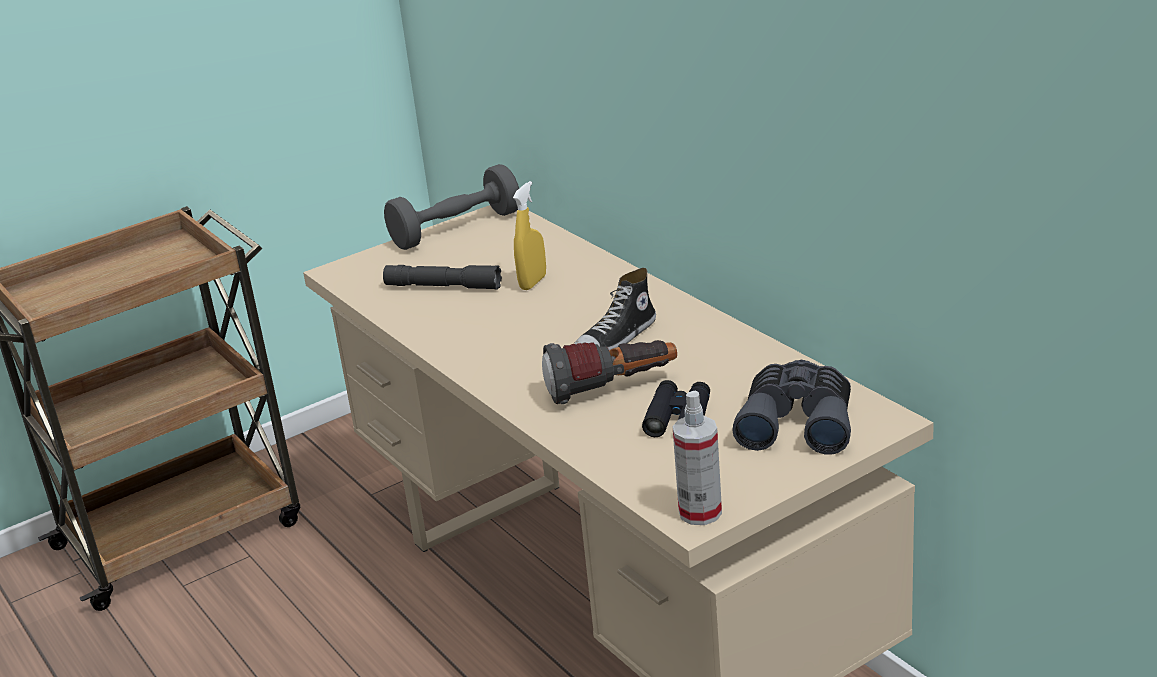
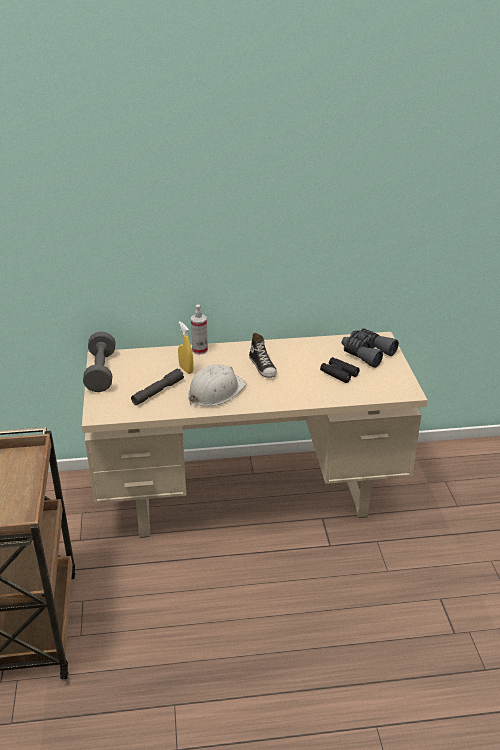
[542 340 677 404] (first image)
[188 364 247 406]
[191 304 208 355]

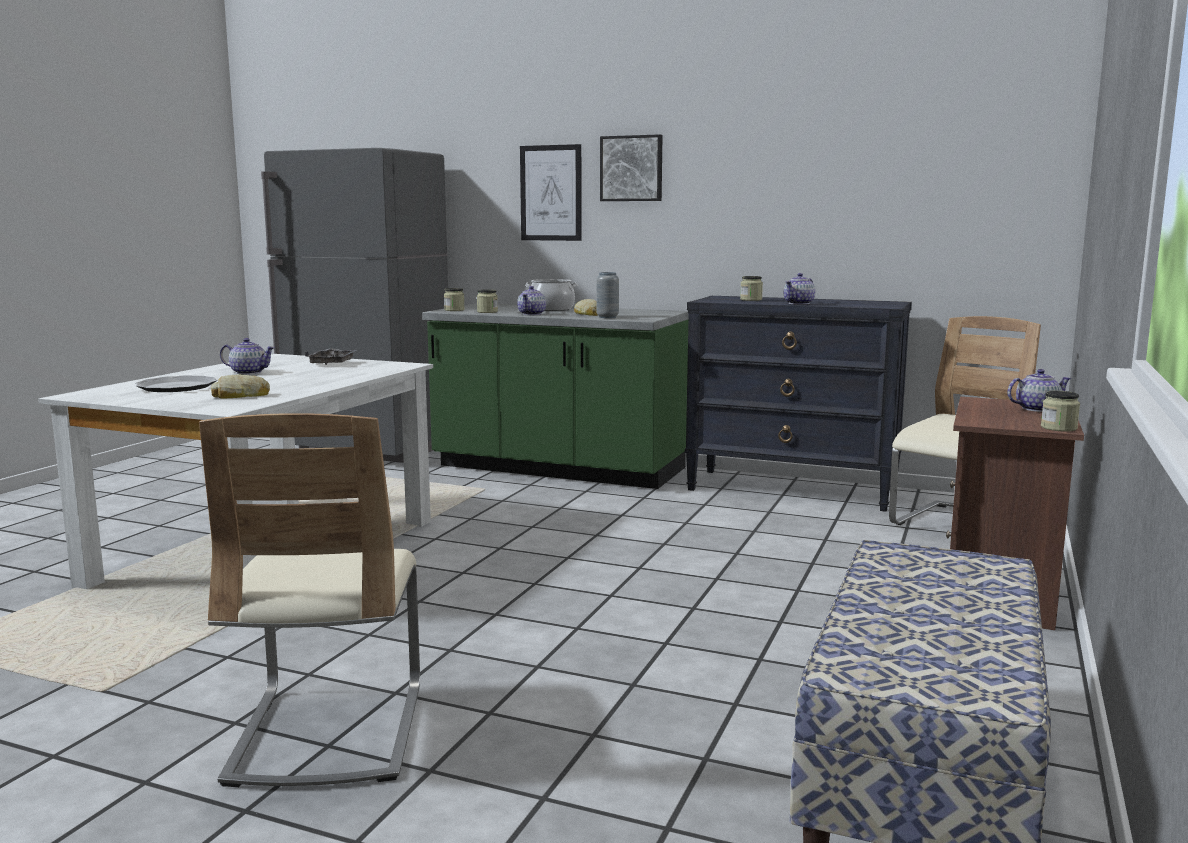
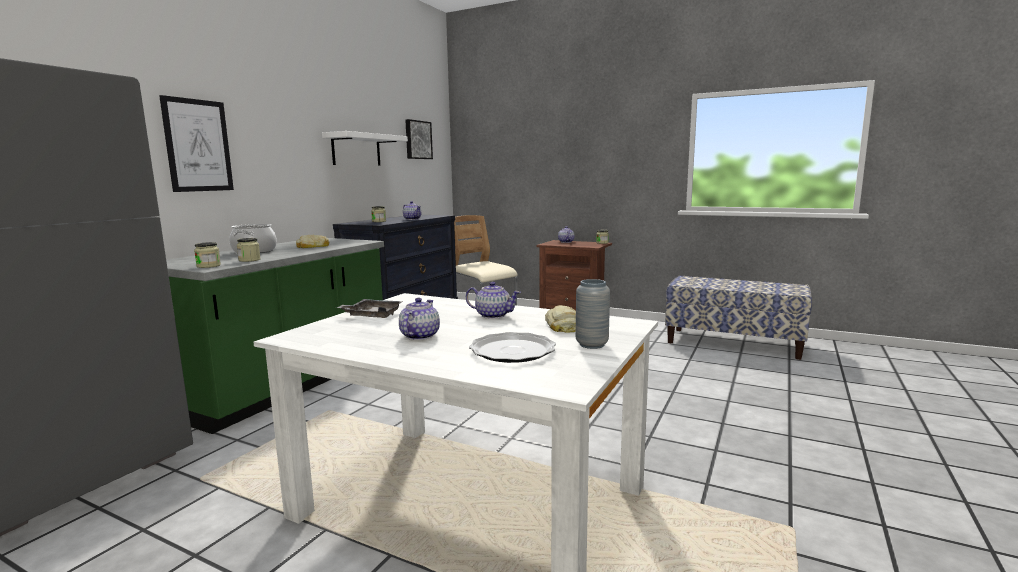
[199 413 420 787] (first image)
[322 131 408 166]
[466 282 521 319]
[576 279 610 349]
[405 119 433 159]

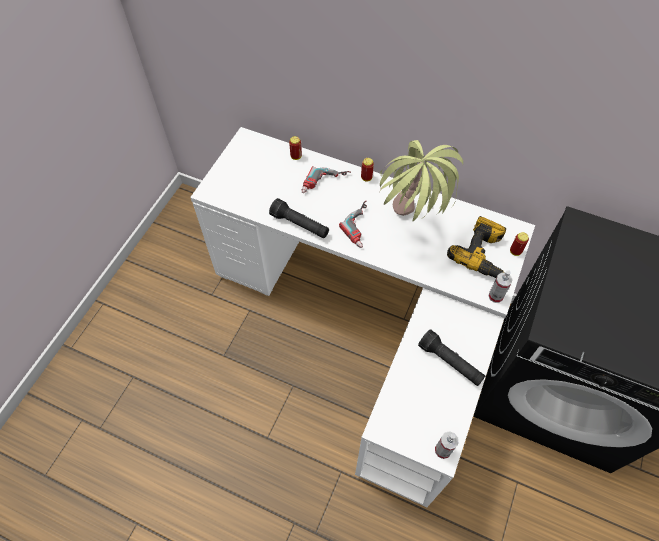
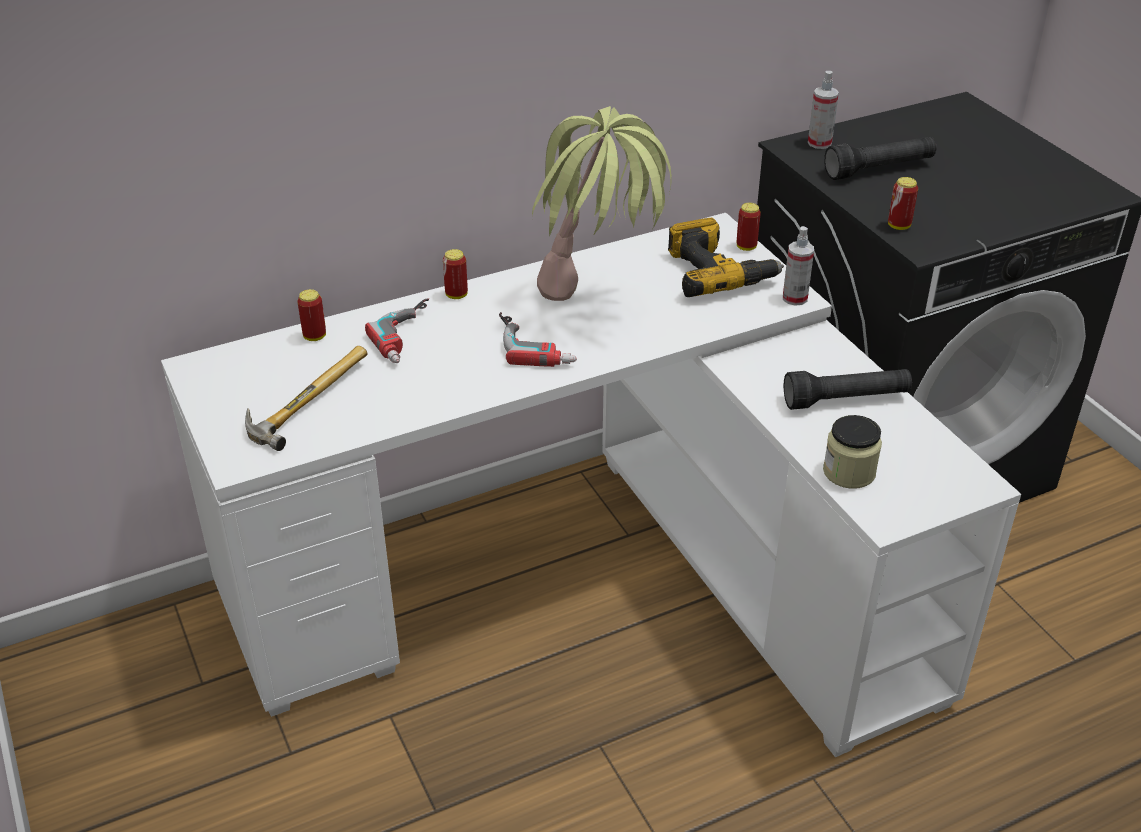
[245 346 367 451]
[823 415 882 489]
[888 177 918 230]
[824 137 936 180]
[808 71 839 149]

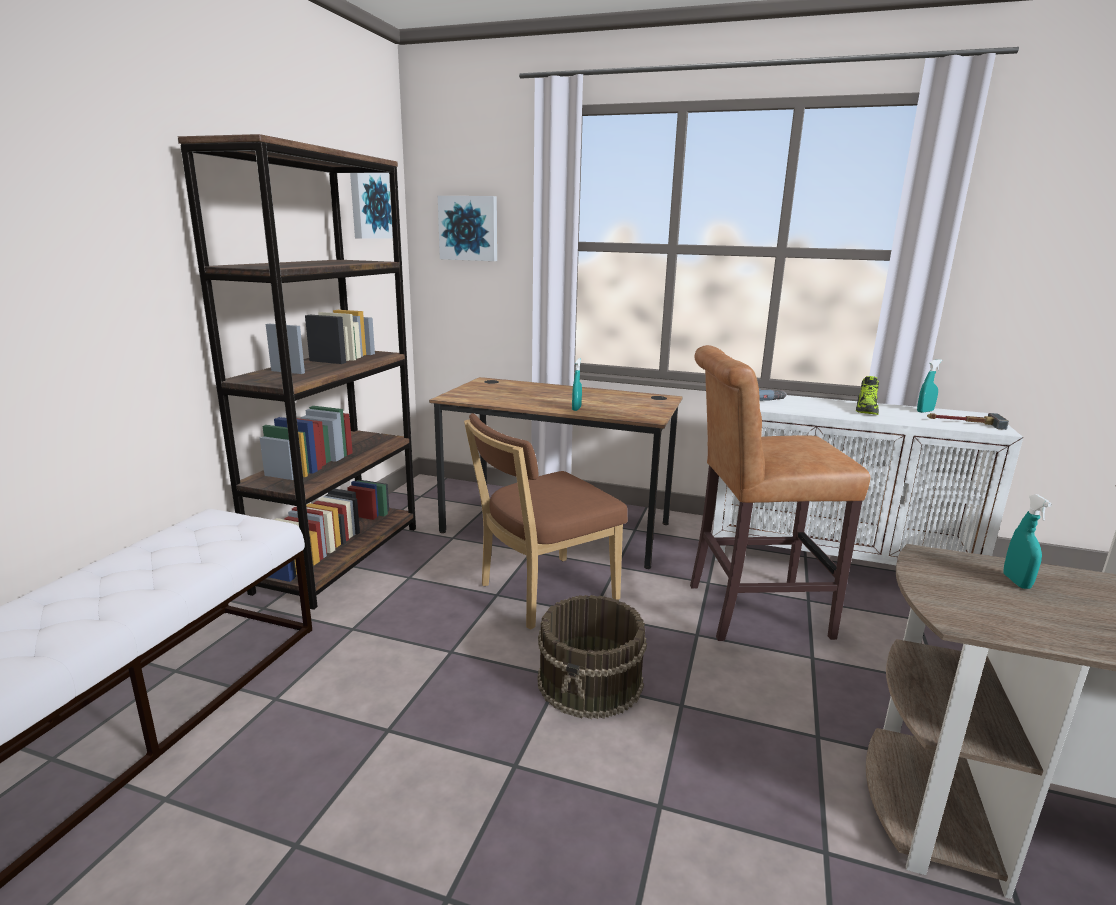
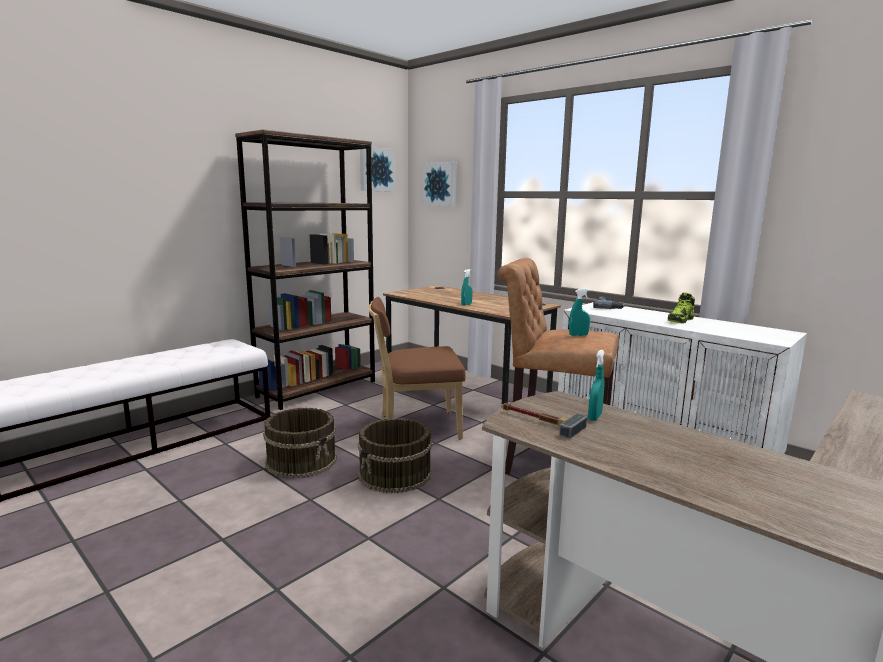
[263 408 337 478]
[569 289 590 336]
[501 403 587 439]

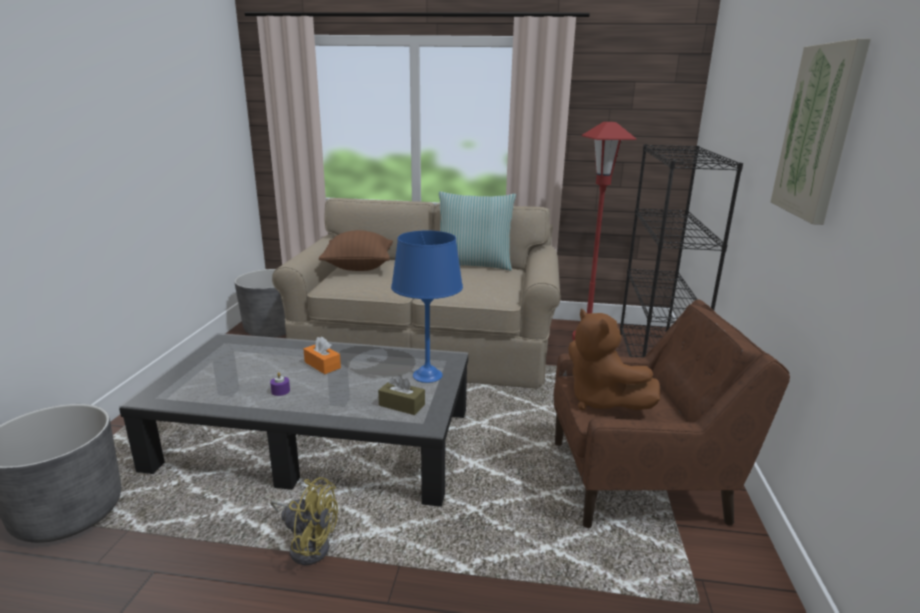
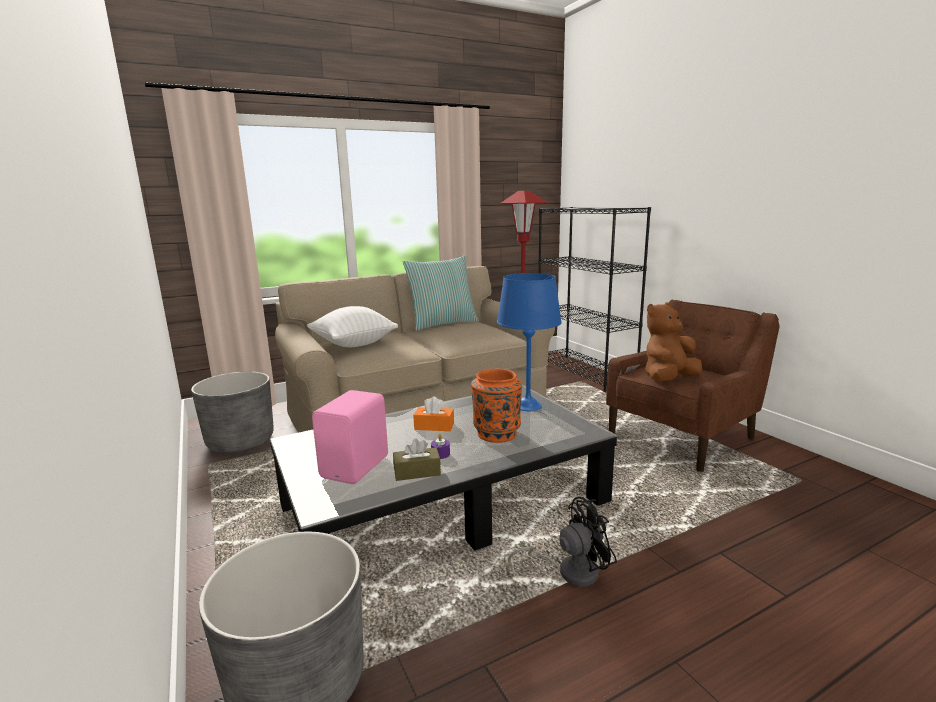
[771 38 871 225] (first image)
[312 390 388 484]
[471 369 522 443]
[393 438 441 481]
[508 497 617 587]
[307 306 398 347]
[645 302 702 381]

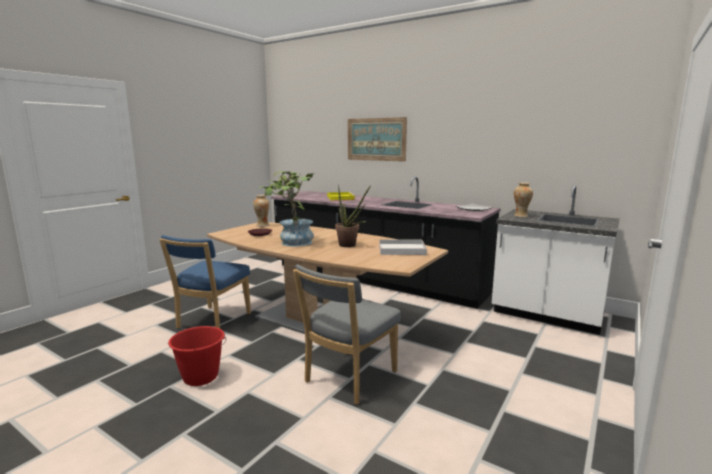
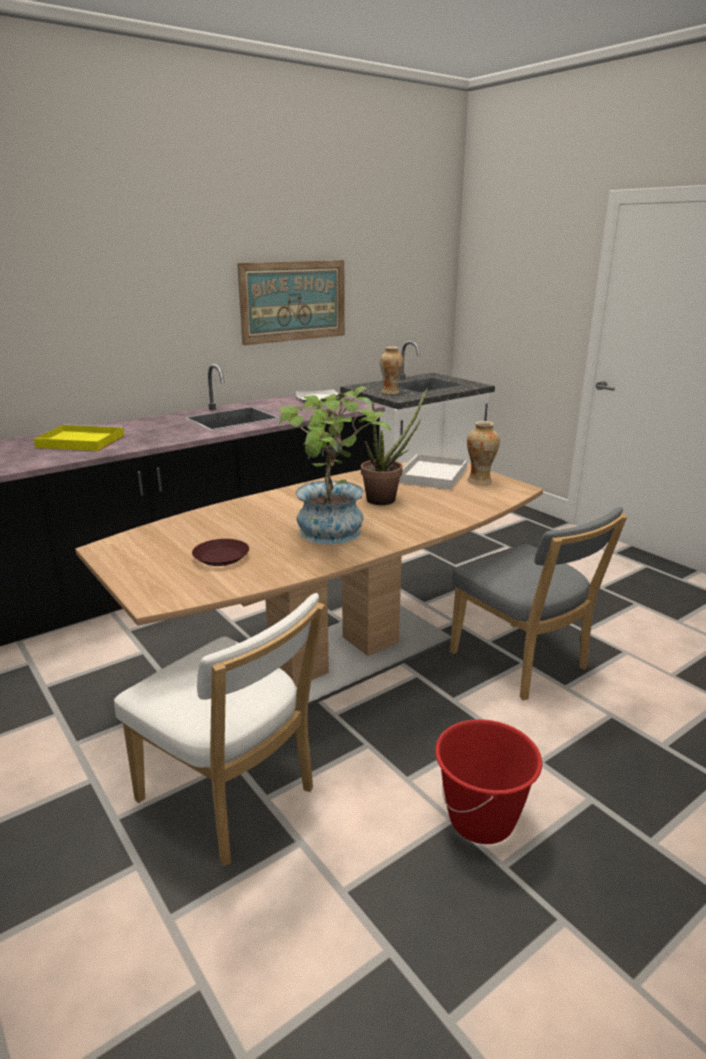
[467 421 500 485]
[237 260 345 345]
[114 593 325 867]

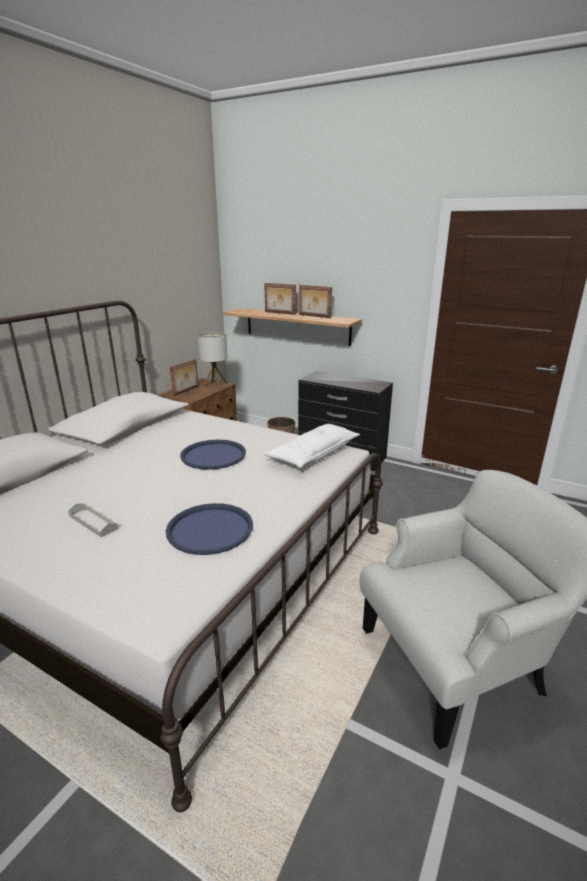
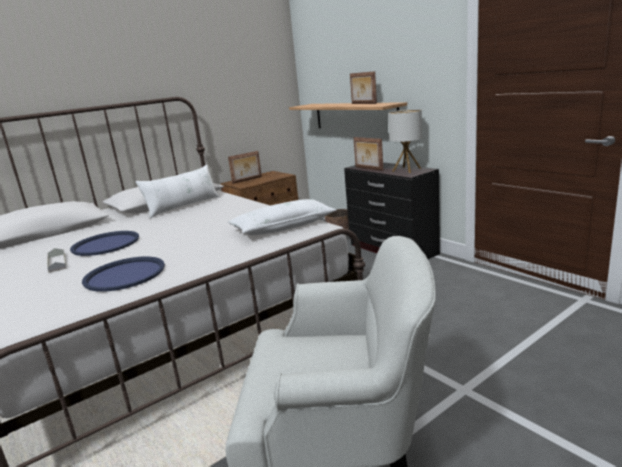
[135 165 220 218]
[70 231 139 256]
[388 109 422 173]
[353 137 383 171]

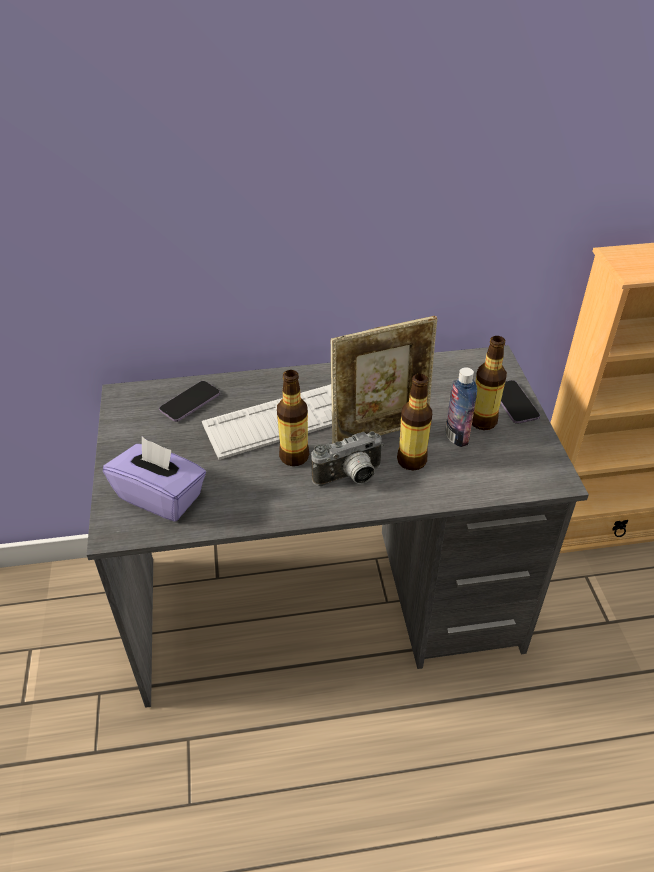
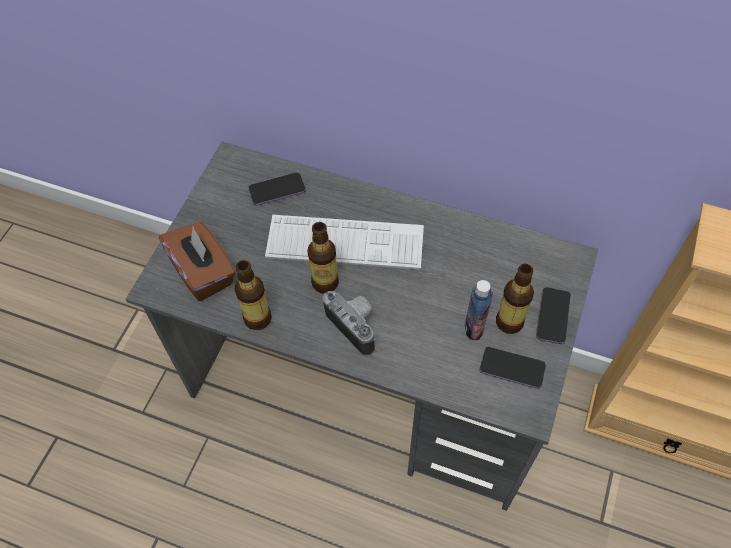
[331 316 437 444] (first image)
[479 347 546 389]
[235 260 272 330]
[159 222 236 301]
[323 291 376 356]

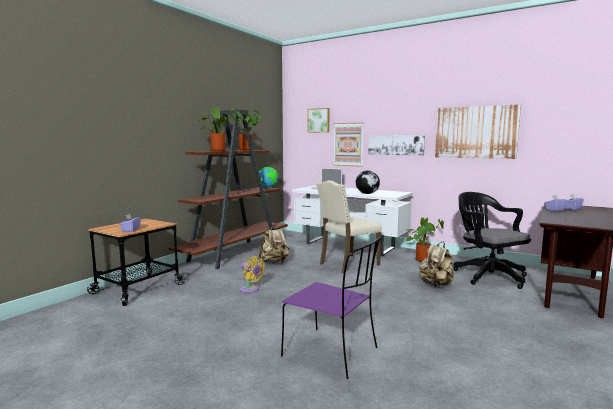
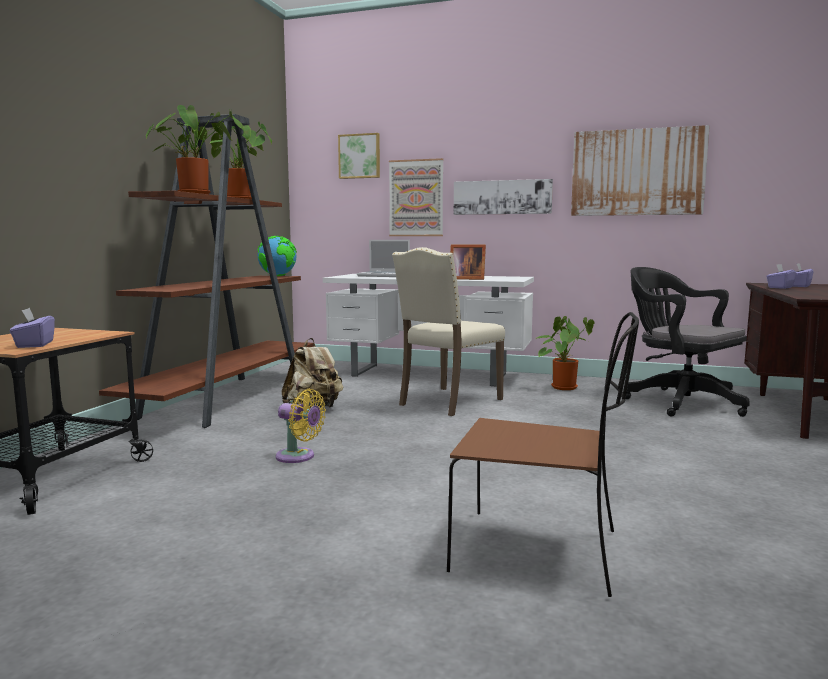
[419 242 454 287] (first image)
[450 245 486 280]
[447 312 639 597]

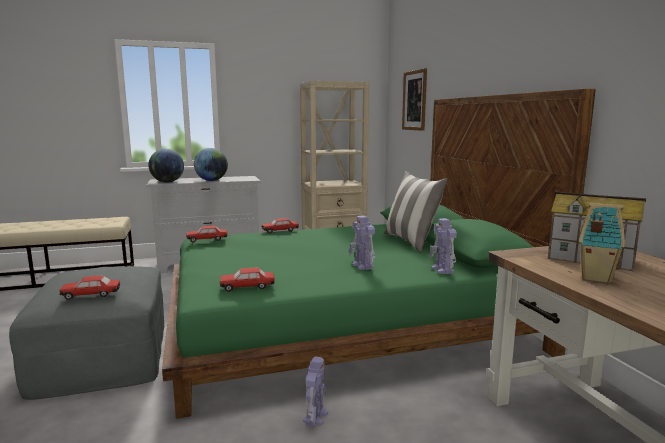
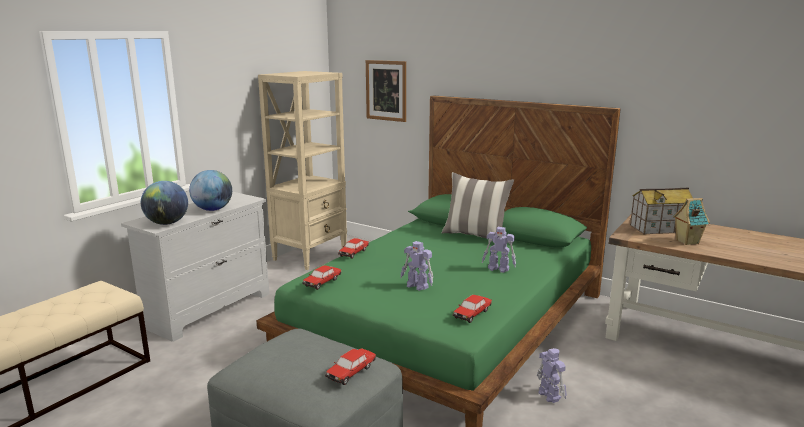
[400 241 433 291]

